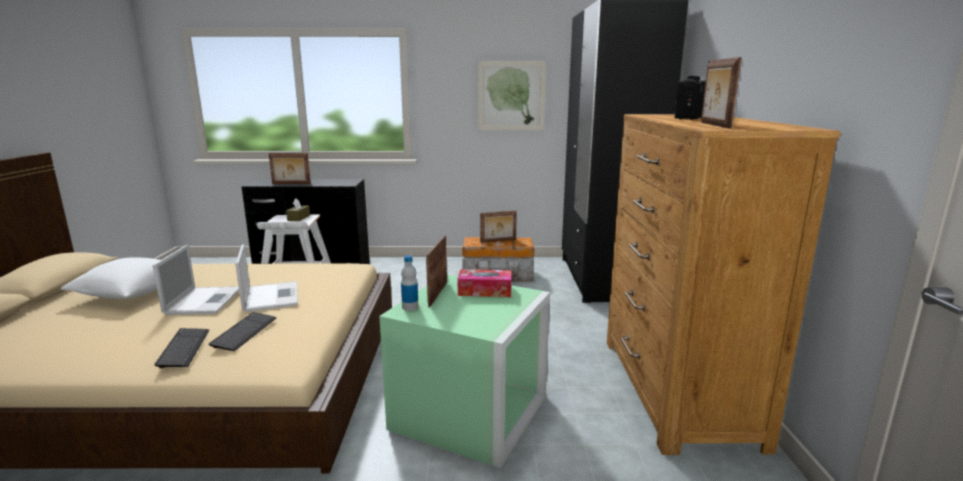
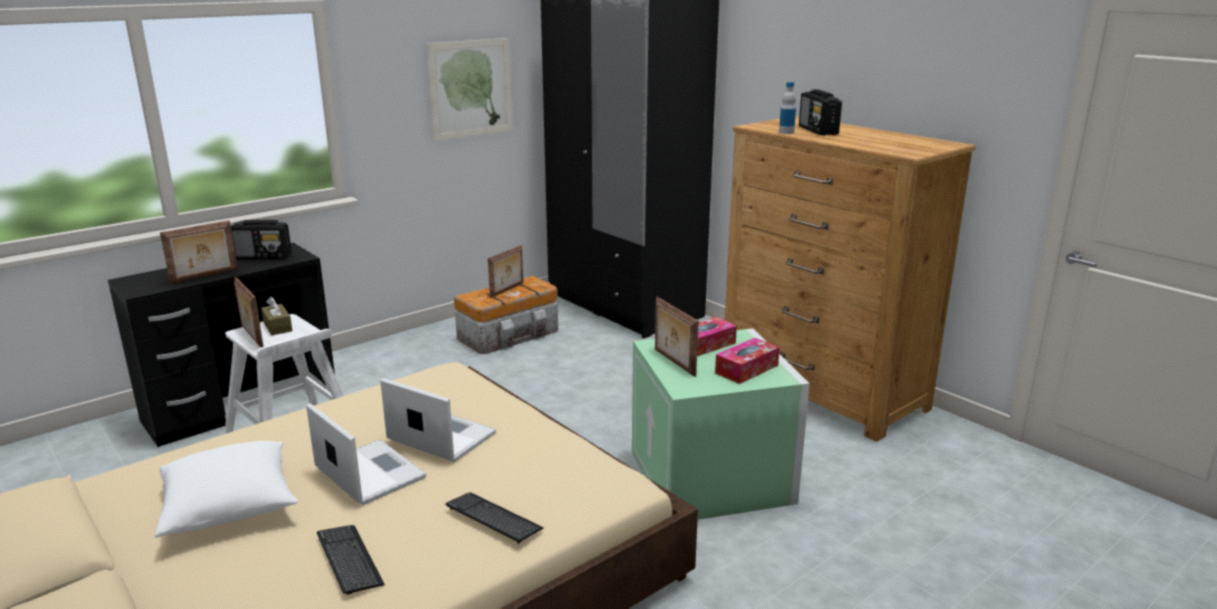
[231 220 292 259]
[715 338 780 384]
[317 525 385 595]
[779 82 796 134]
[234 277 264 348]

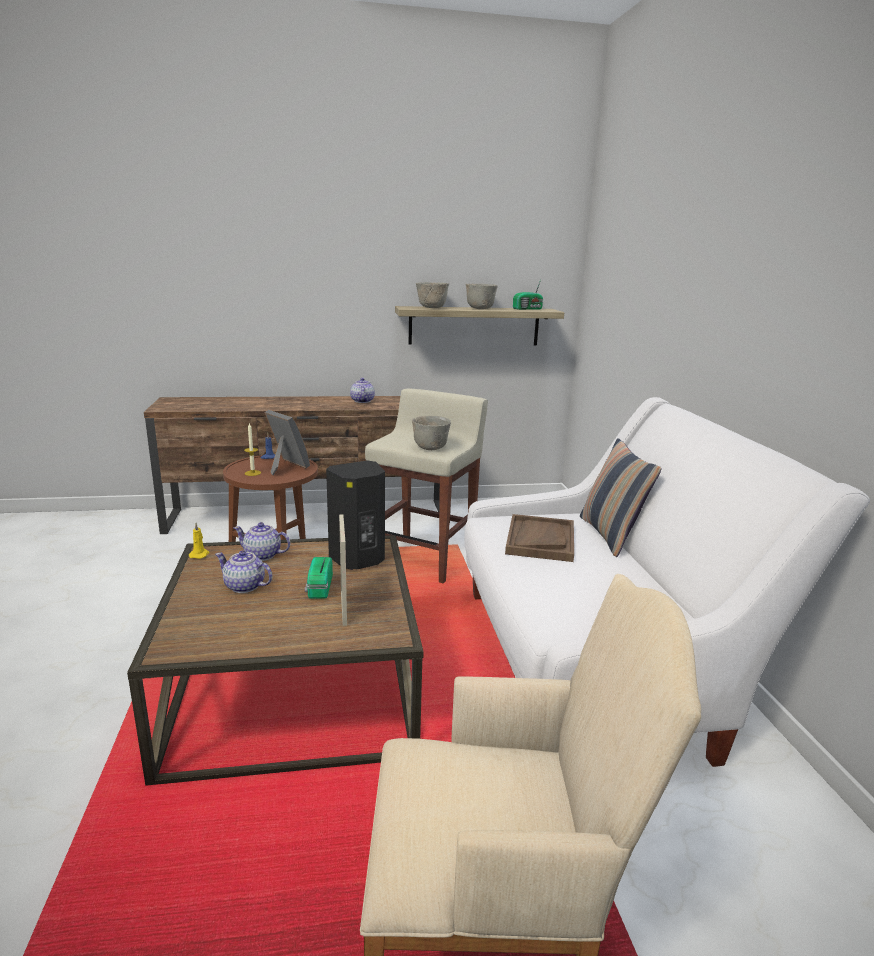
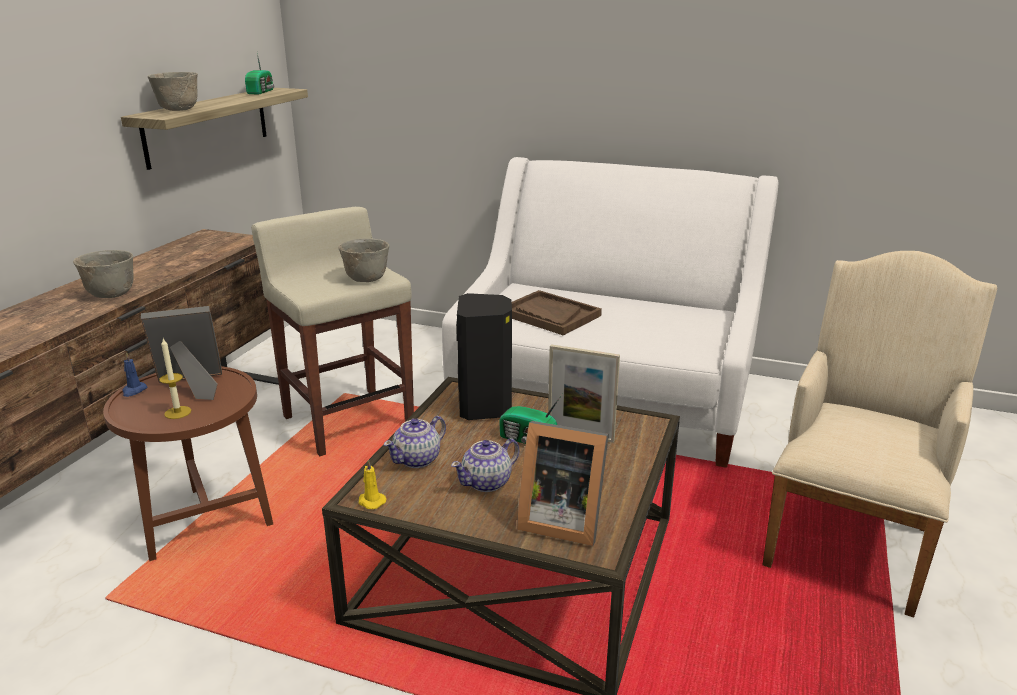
[350 378 375 403] (first image)
[580 438 662 557] (first image)
[517 421 609 546]
[73 250 133 298]

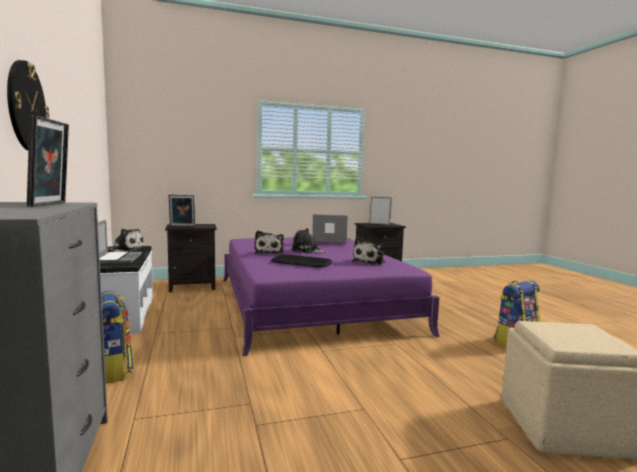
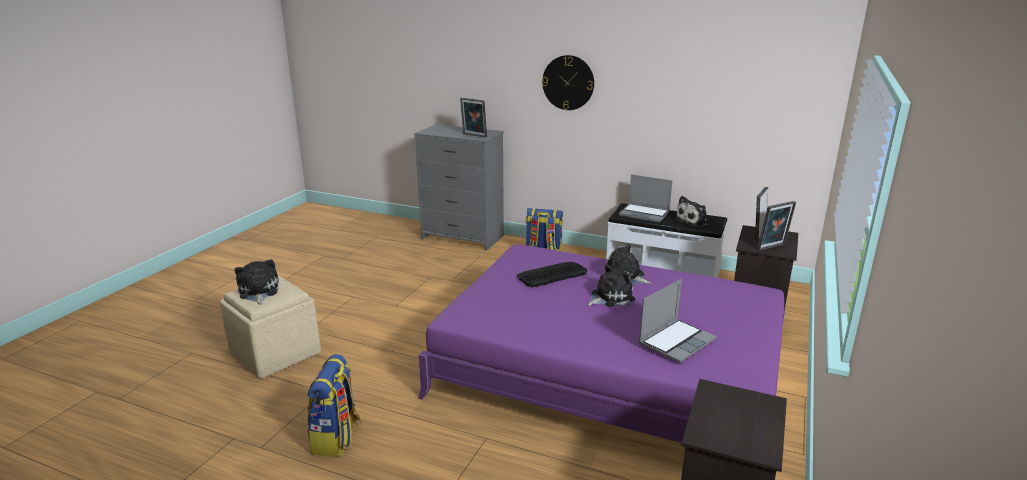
[235 259 279 305]
[757 201 796 251]

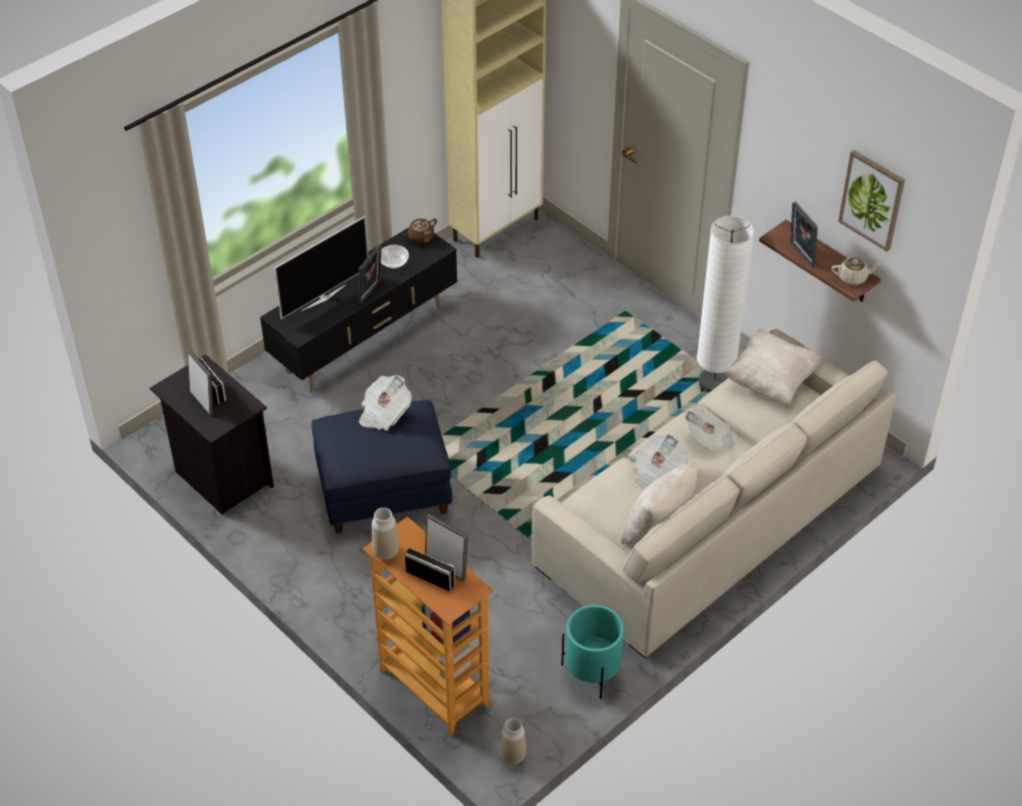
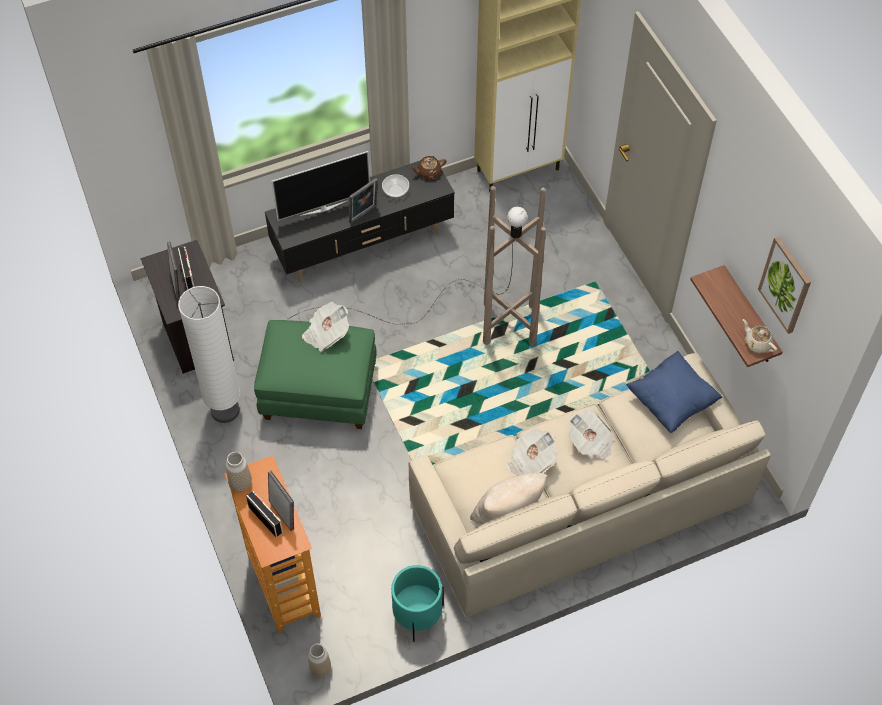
[790 202 818 267] (first image)
[286 186 546 346]
[178 286 240 423]
[254 320 377 429]
[626 351 723 433]
[743 319 777 353]

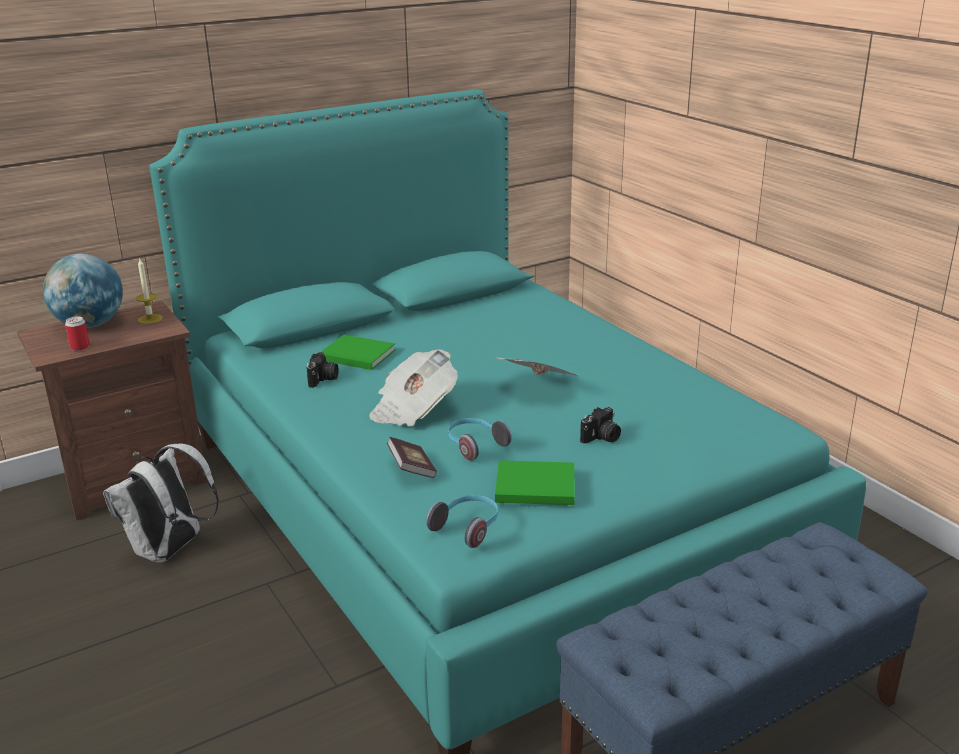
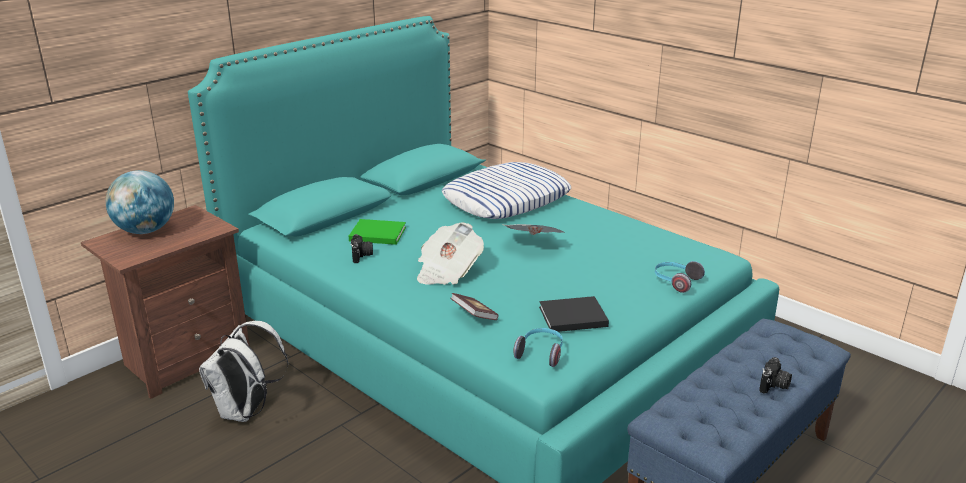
[65 316 90 351] (first image)
[136 259 163 324] (first image)
[442 162 571 219]
[655 261 705 293]
[759 357 792 394]
[539 296 609 332]

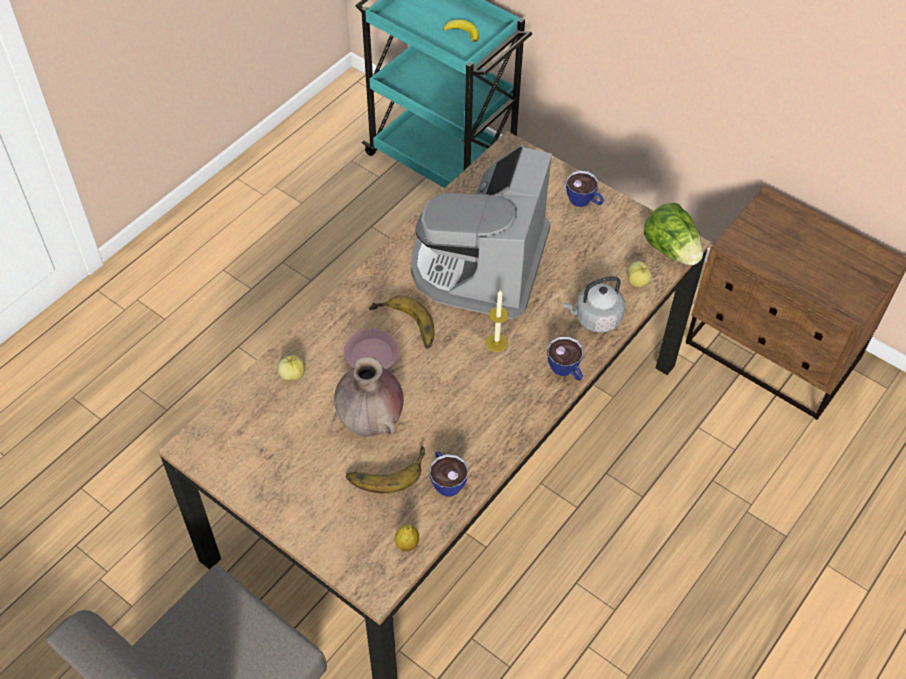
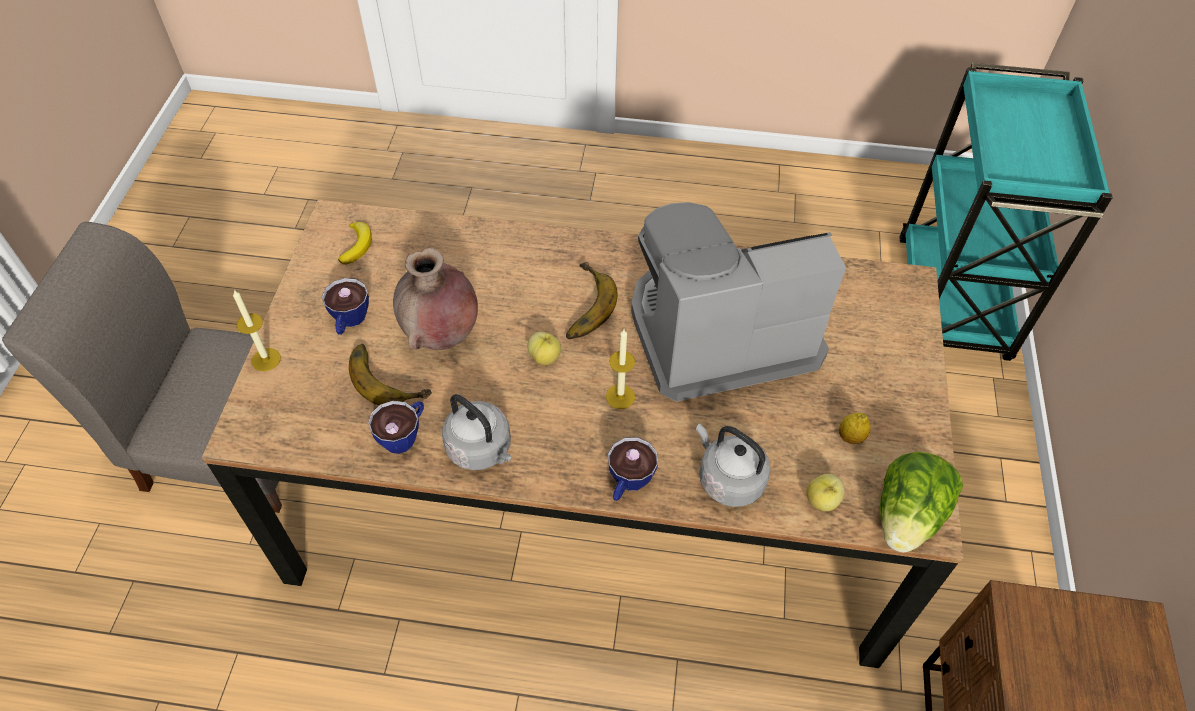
[344 329 399 369] (first image)
[233 290 281 371]
[442 394 512 470]
[527 332 561 365]
[839 413 871 444]
[338 222 372 265]
[322 278 369 335]

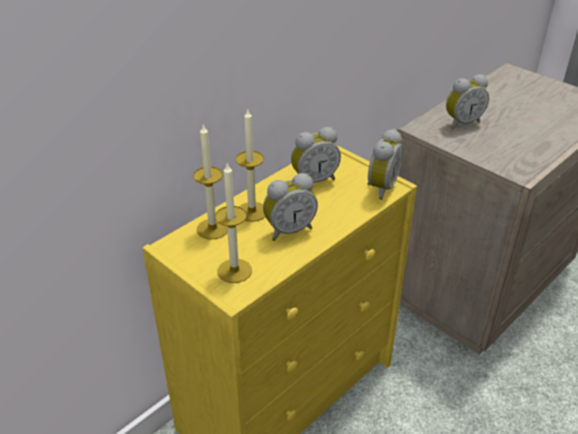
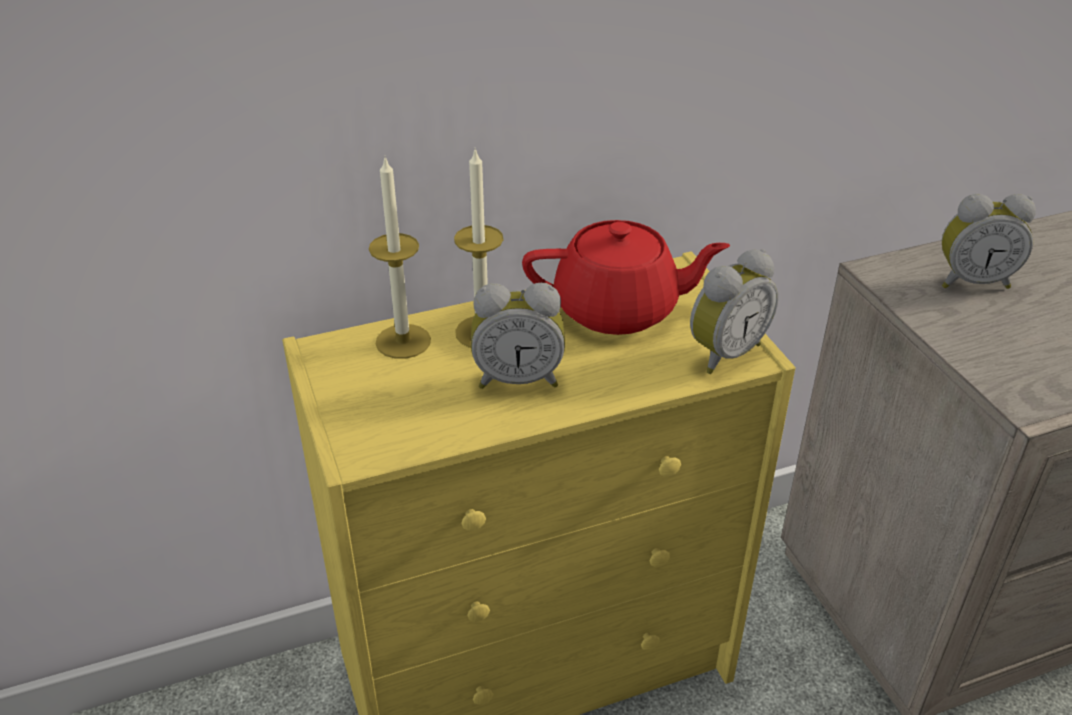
[215 163 252 283] (first image)
[522 220 730 335]

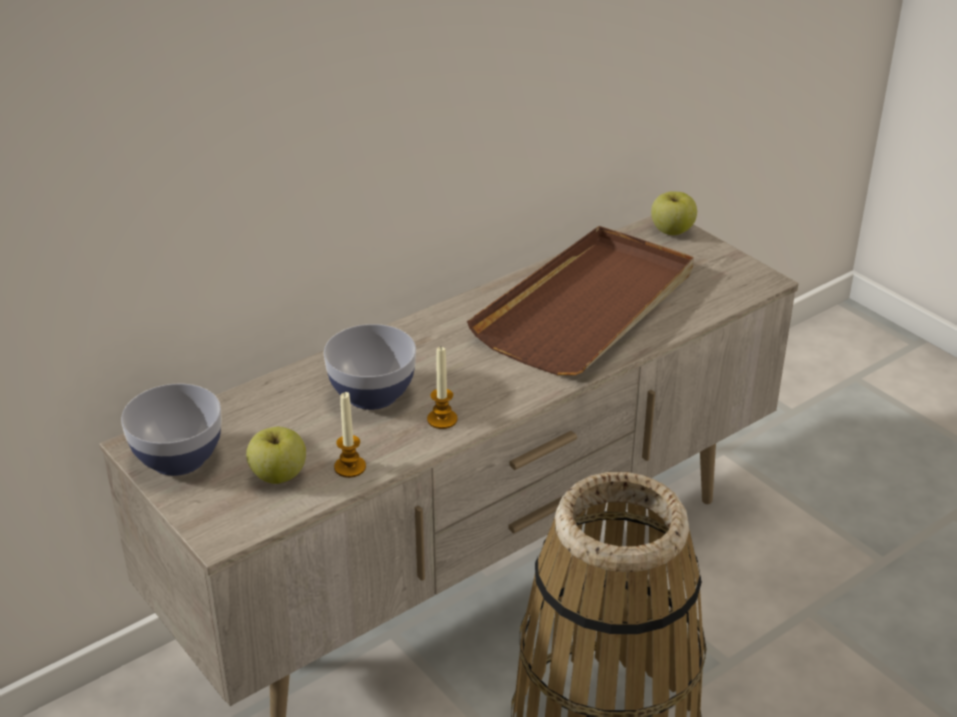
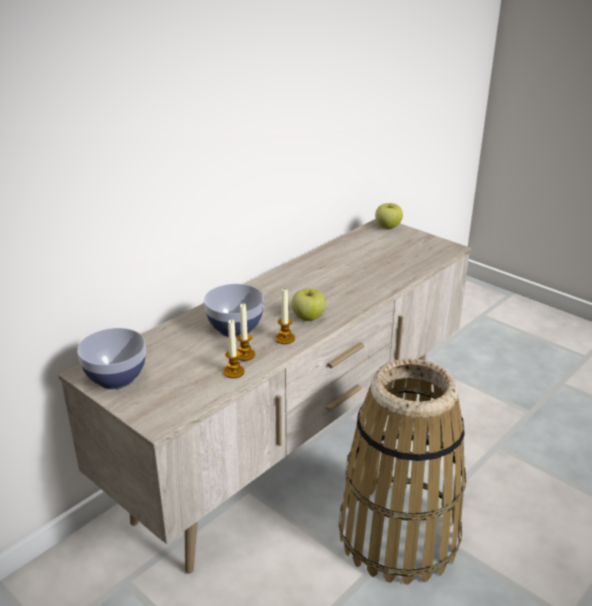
[467 226 694 375] (first image)
[237 303 255 361]
[291 288 326 321]

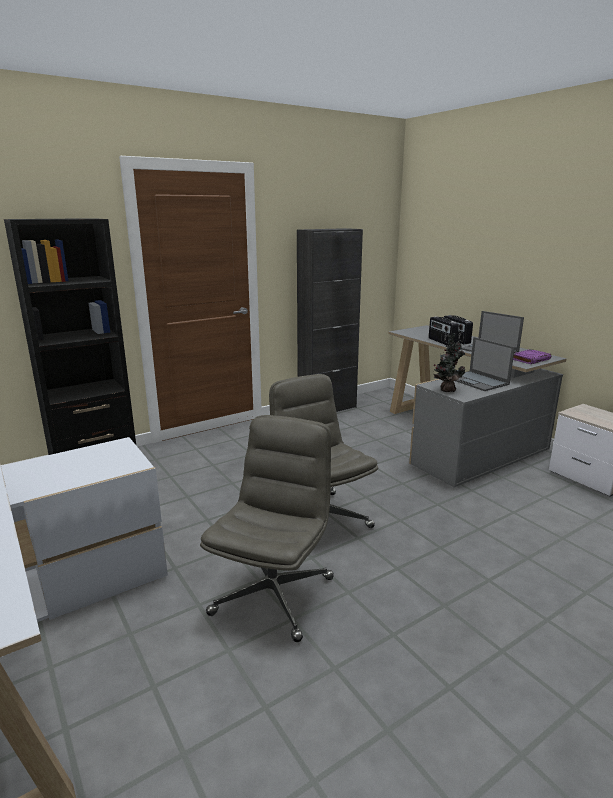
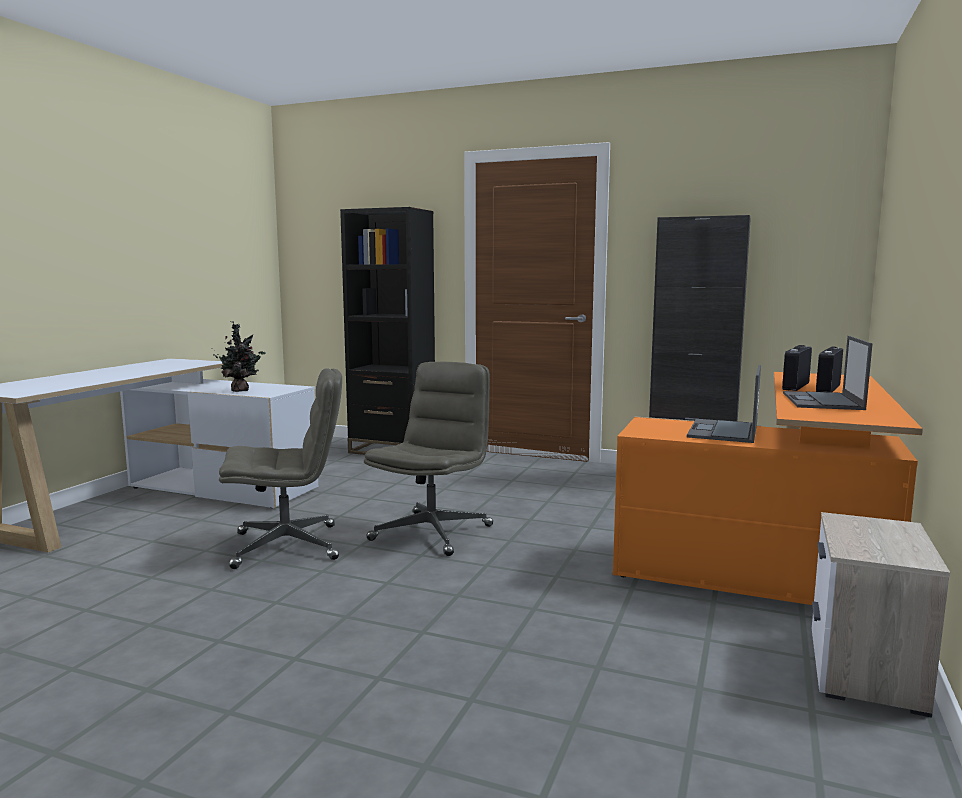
[513 349 551 364] (first image)
[213 321 266 392]
[613 372 923 605]

